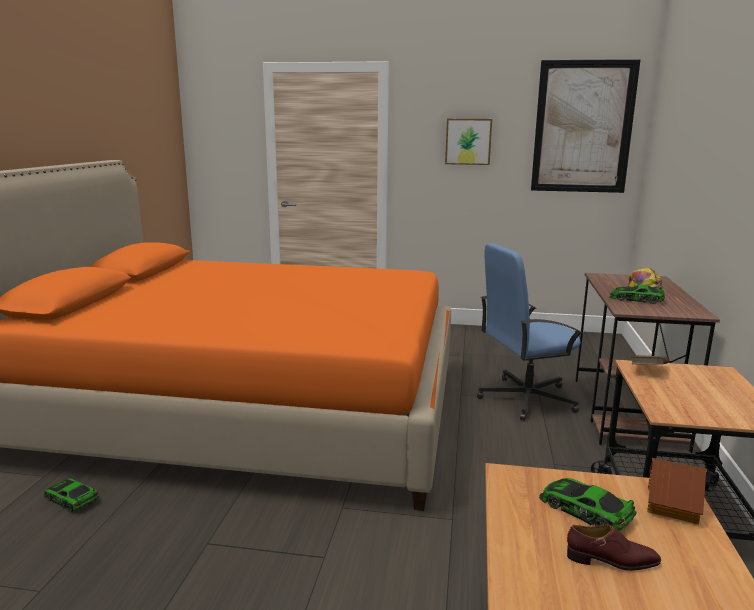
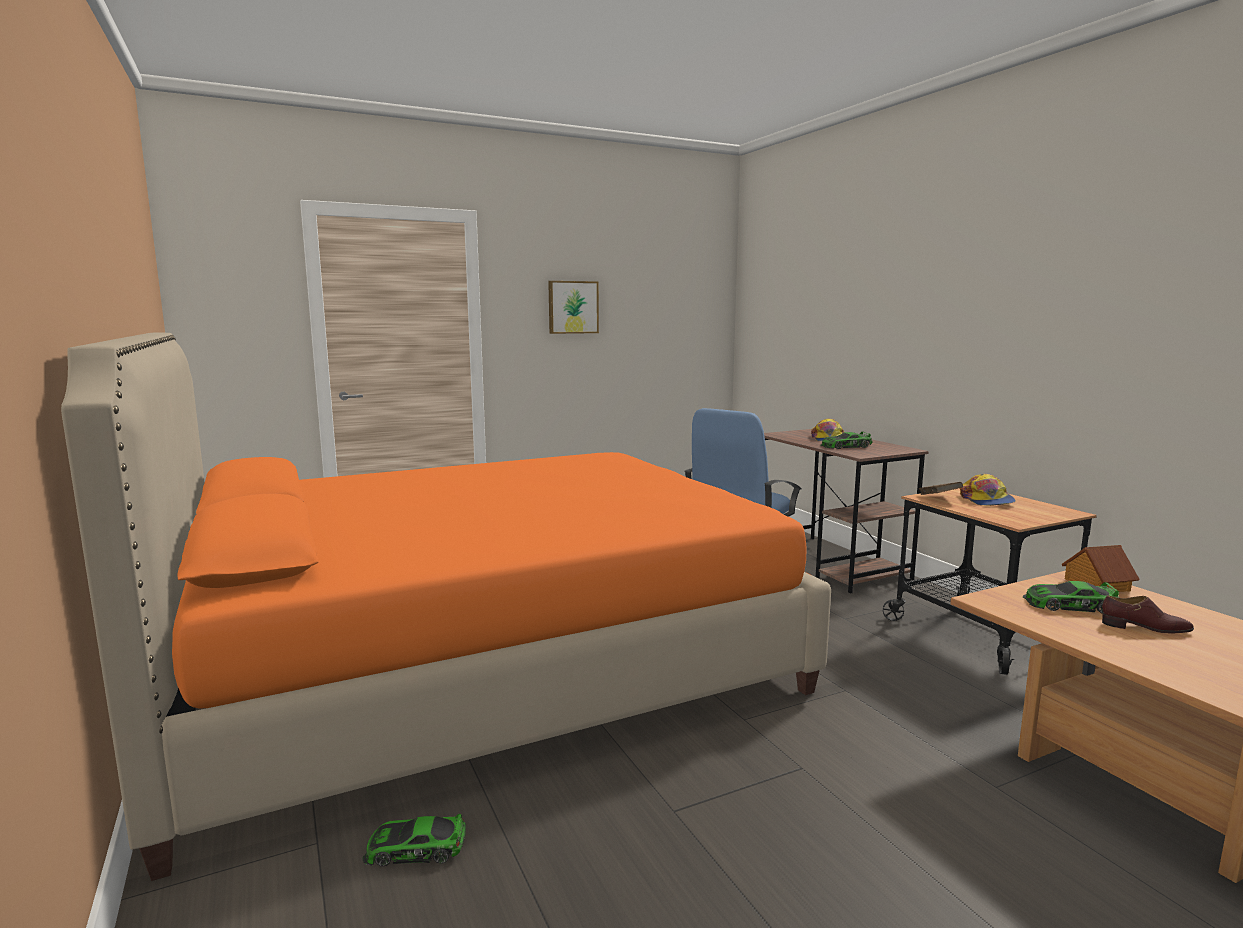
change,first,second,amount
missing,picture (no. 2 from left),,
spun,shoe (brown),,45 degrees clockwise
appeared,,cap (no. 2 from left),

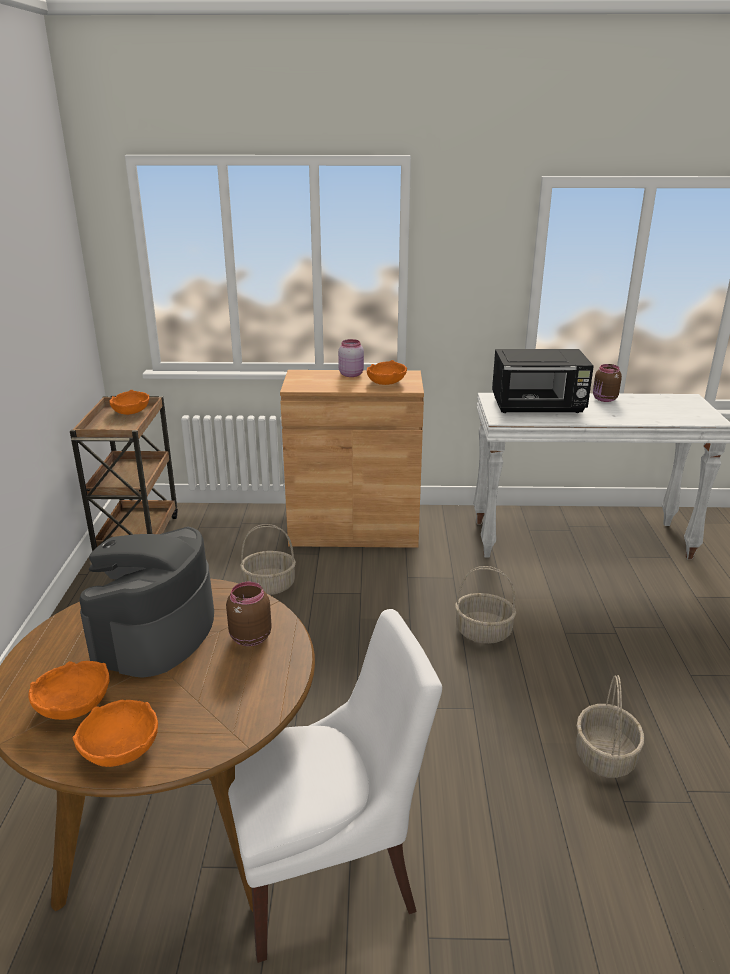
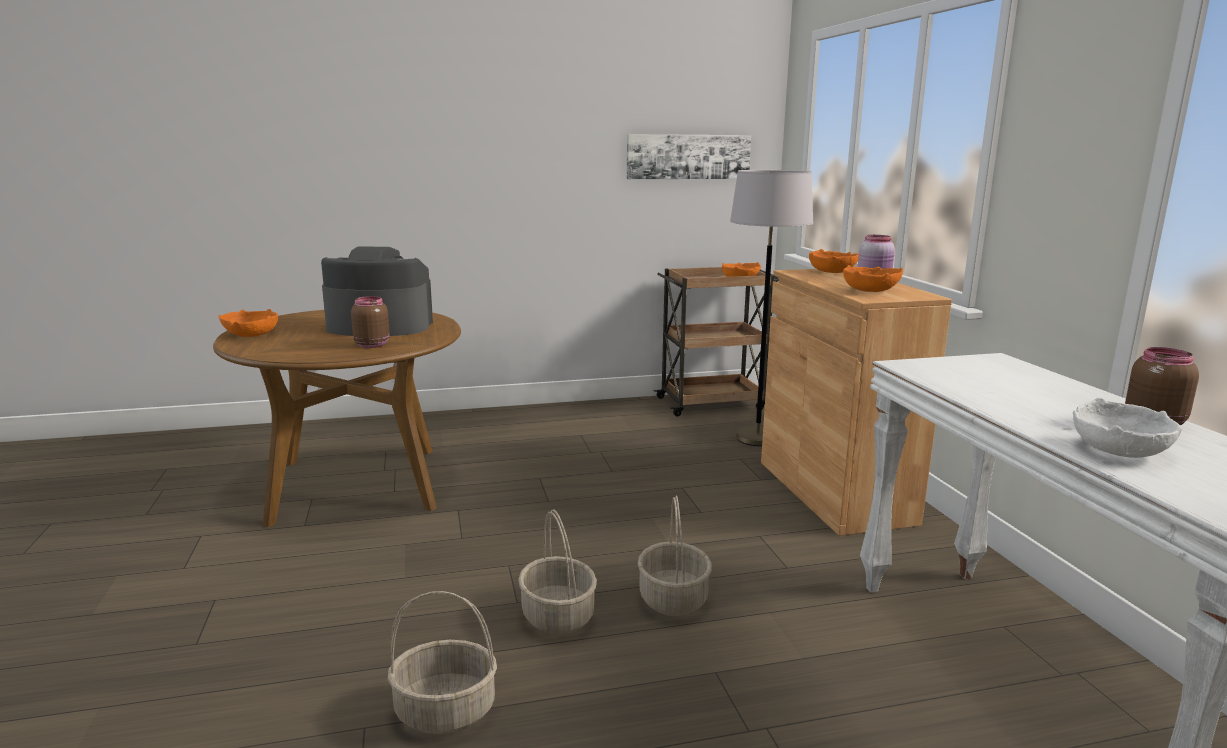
change,first,second,amount
missing,microwave (black),,
relocated,basket (no. 1 from left in the first image),basket (no. 2 from left),
missing,chair (white),,
relocated,bowl (orange) (no. 1 from left in the first image),bowl (orange) (no. 3 from left),
appeared,,picture,
appeared,,floor lamp (grey),
appeared,,bowl (white),

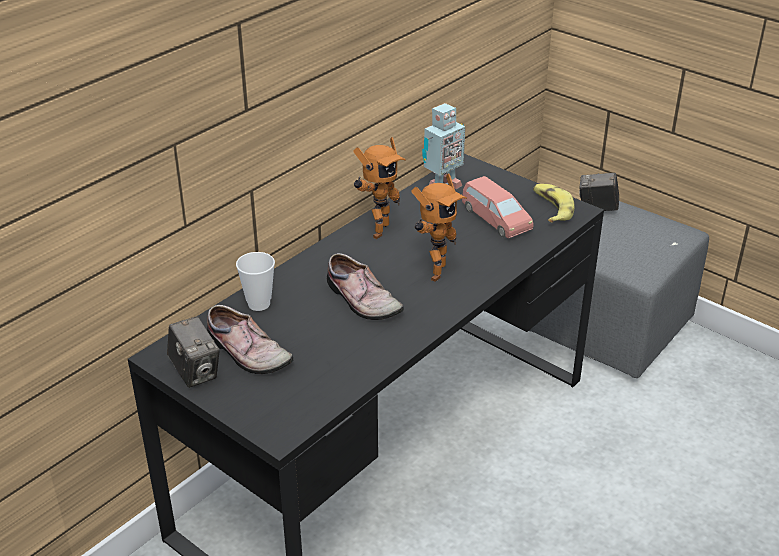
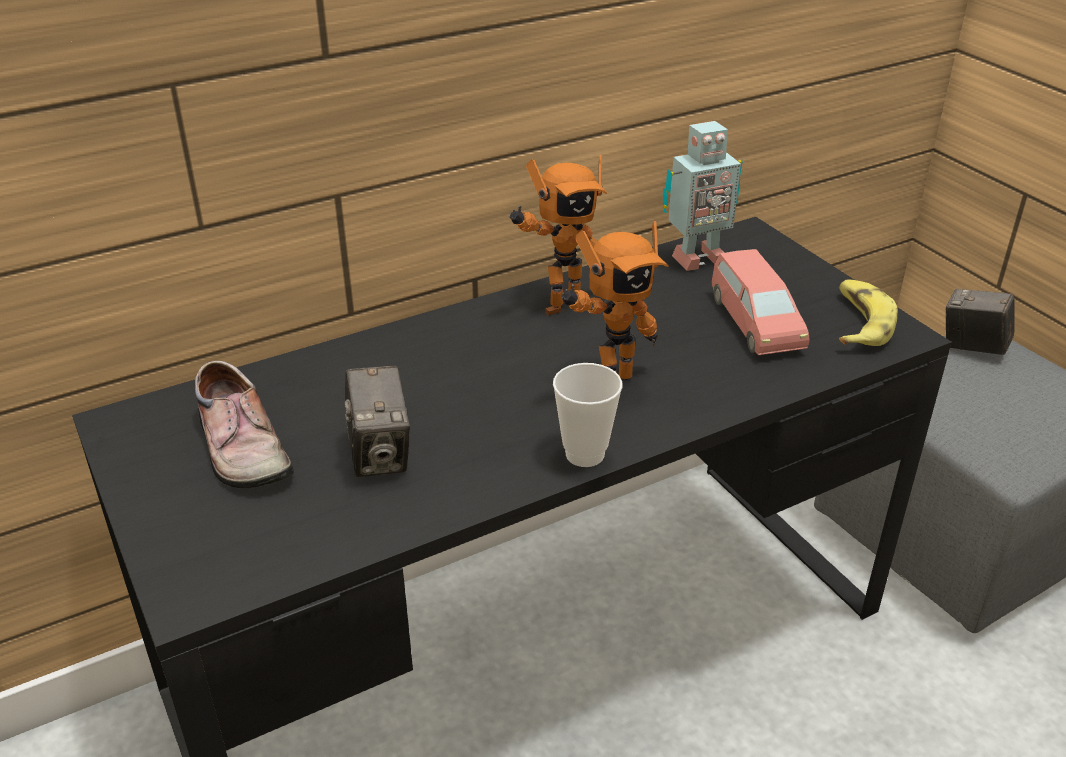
change,first,second,amount
relocated,cup,,
missing,shoe (no. 2 from left),,
relocated,photo camera (no. 1 from left),,

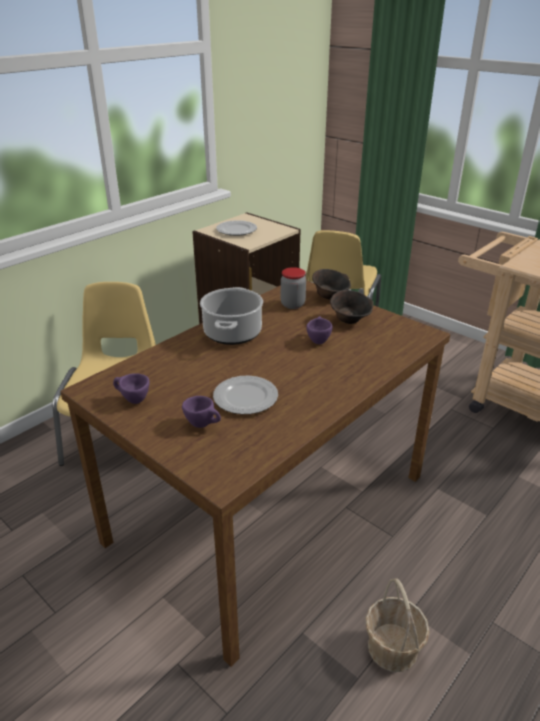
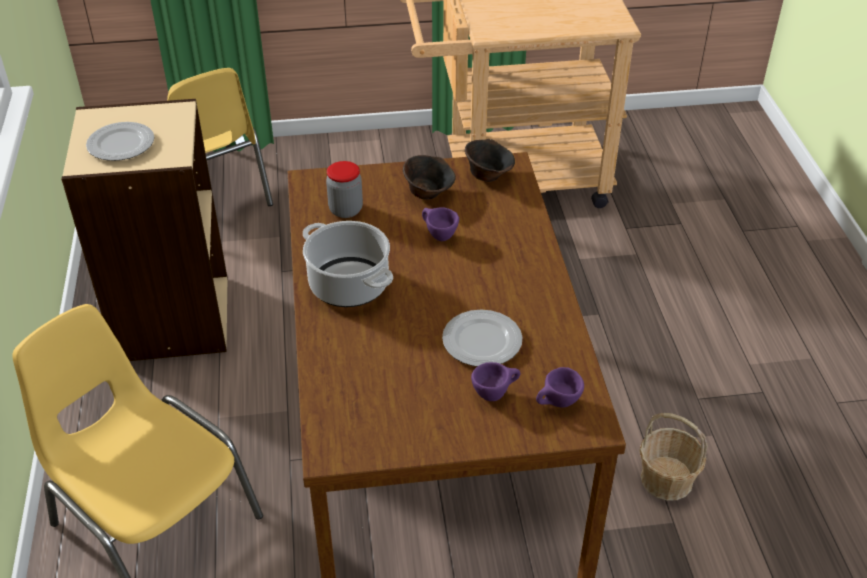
change,first,second,amount
relocated,bowl (brown) (no. 1 from left in the first image),bowl (brown) (no. 2 from left),
relocated,cup (purple) (no. 1 from left in the first image),cup (purple) (no. 3 from left),

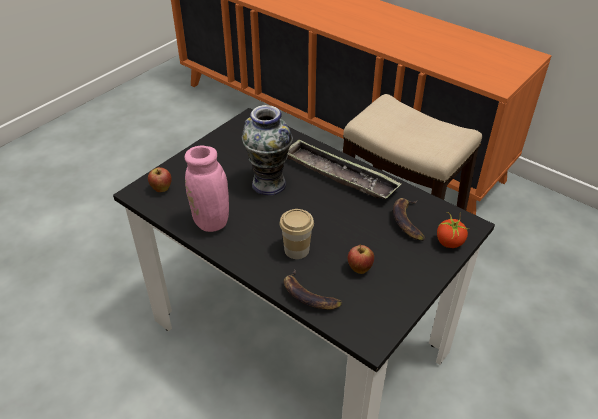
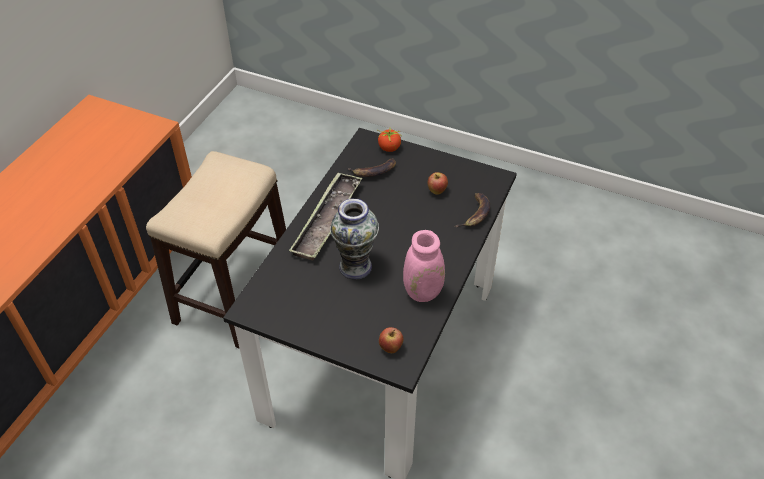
change,first,second,amount
missing,cup,,

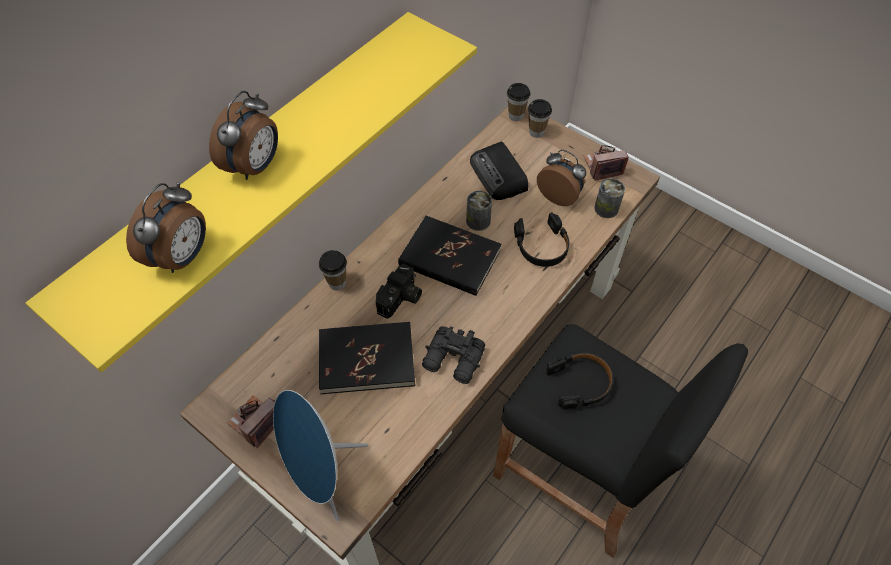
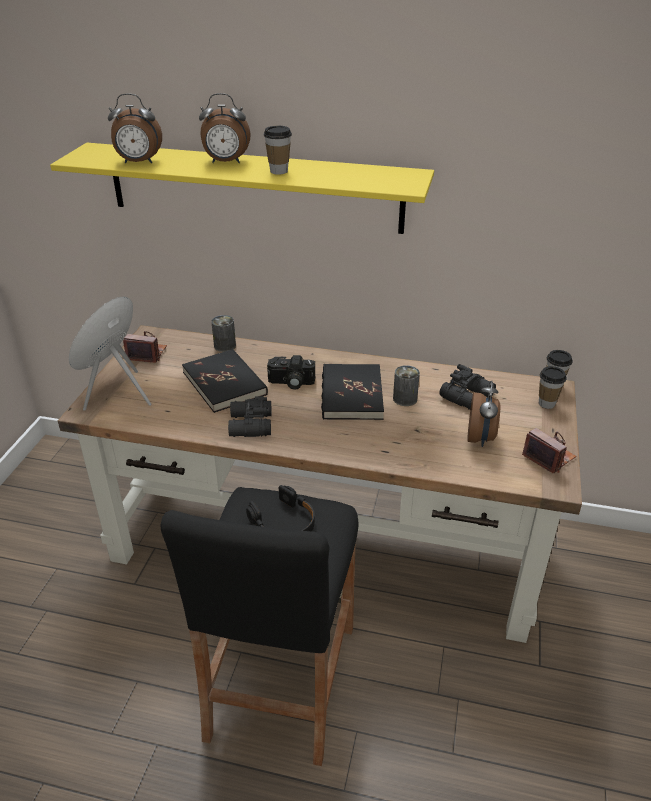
change,first,second,amount
exchanged,radio,binoculars (black) (no. 2 from left),
relocated,can (no. 2 from left in the first image),can (no. 1 from left),
missing,headphones (black) (no. 1 from left),,
relocated,cup (no. 1 from left),,

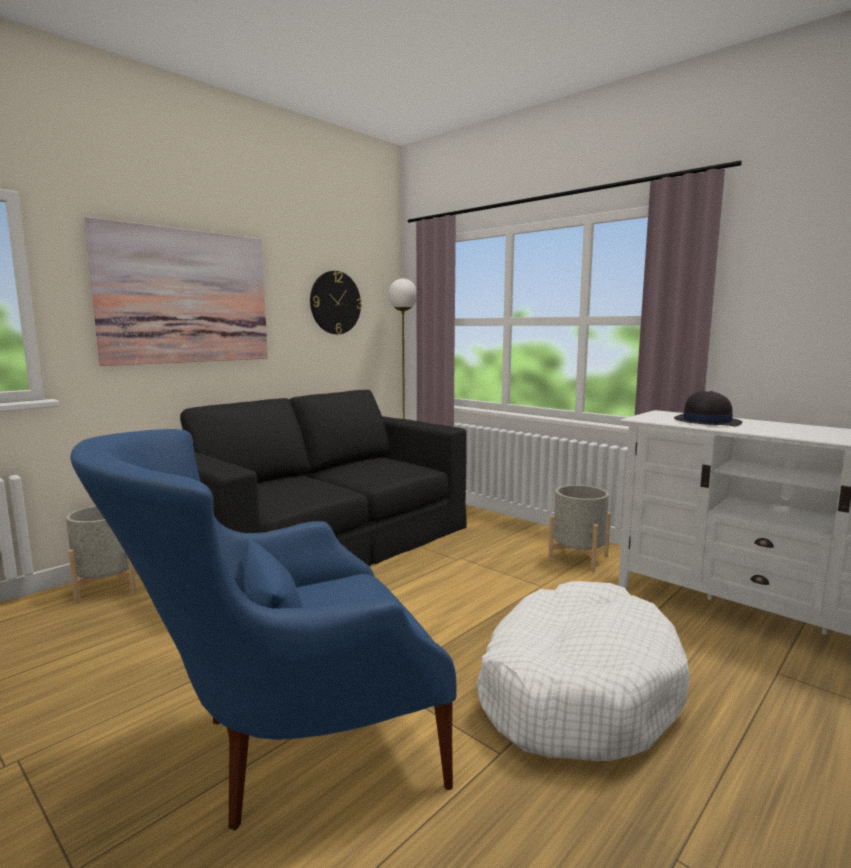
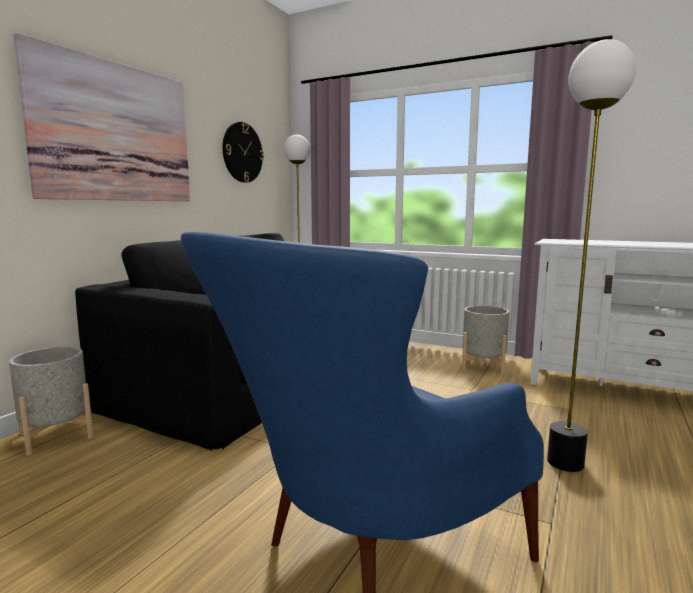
change,first,second,amount
missing,hat (black),,
exchanged,dog bed (white),floor lamp (no. 2 from left),

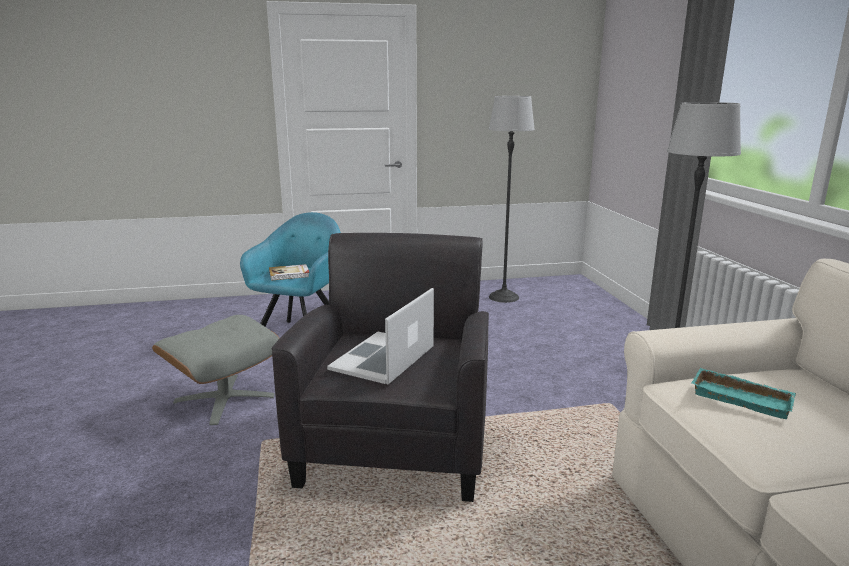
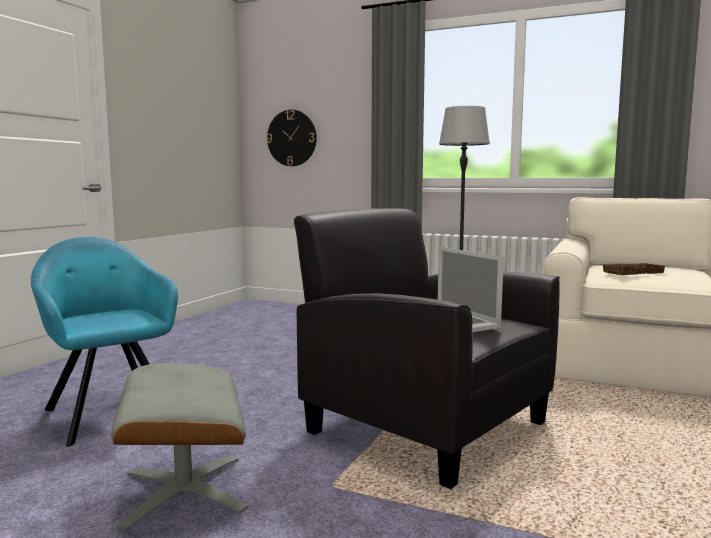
change,first,second,amount
missing,floor lamp (no. 1 from left),,
missing,book,,
colour,tray (turquoise),tray (brown),
appeared,,wall clock,

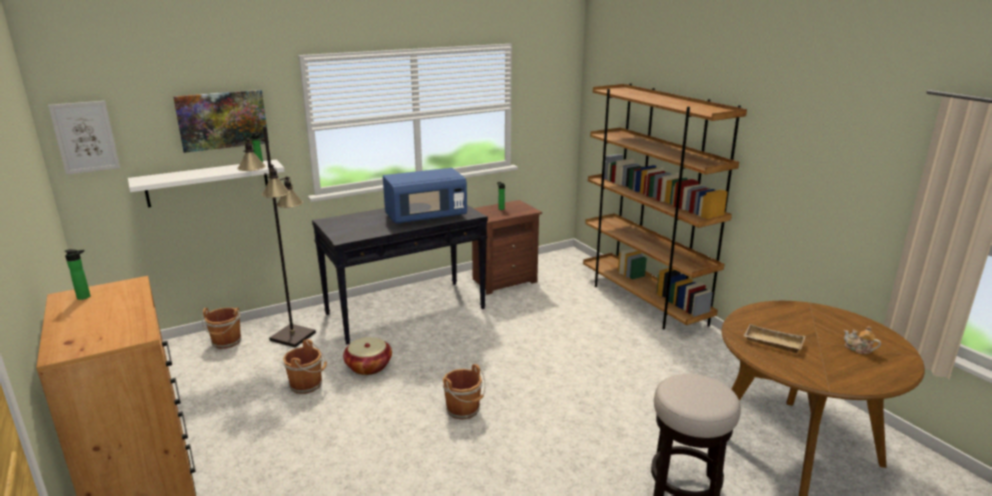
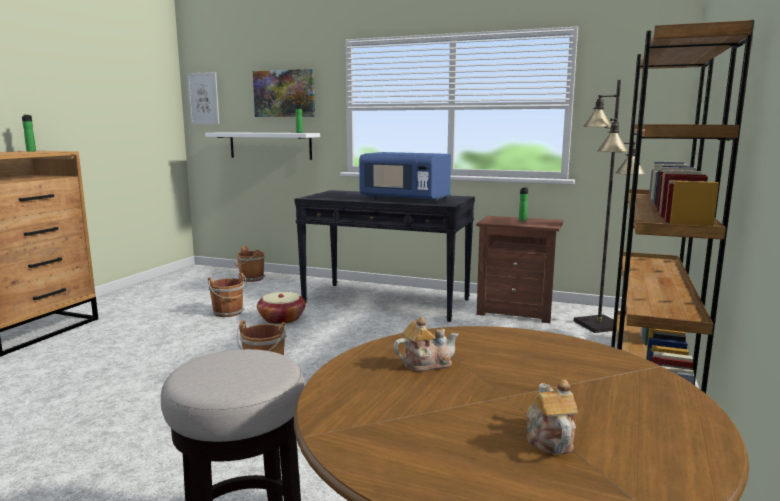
change,first,second,amount
relocated,floor lamp (black),,
exchanged,tray (beige),teapot (no. 1 from left),

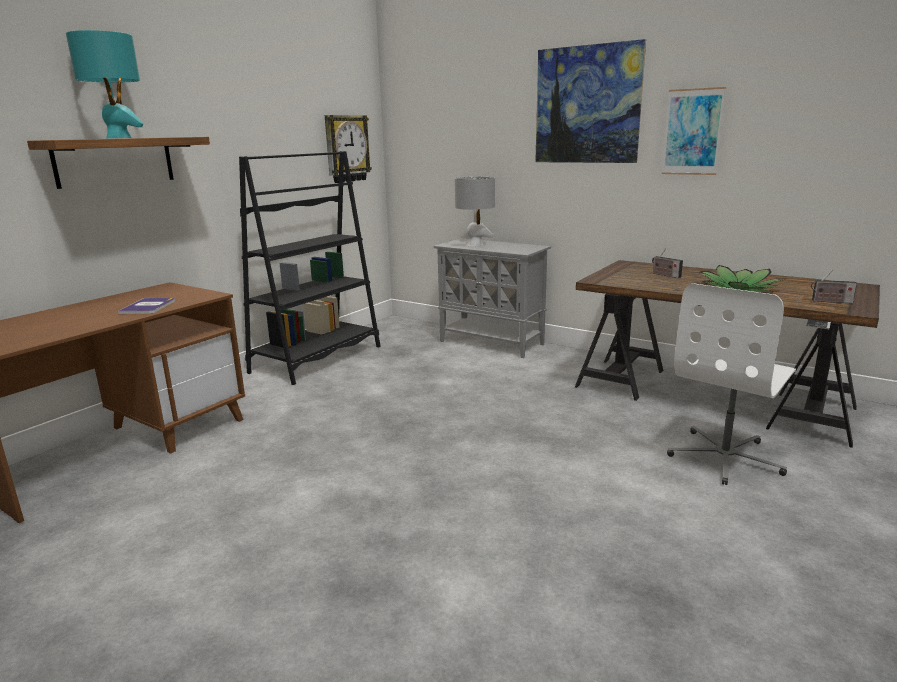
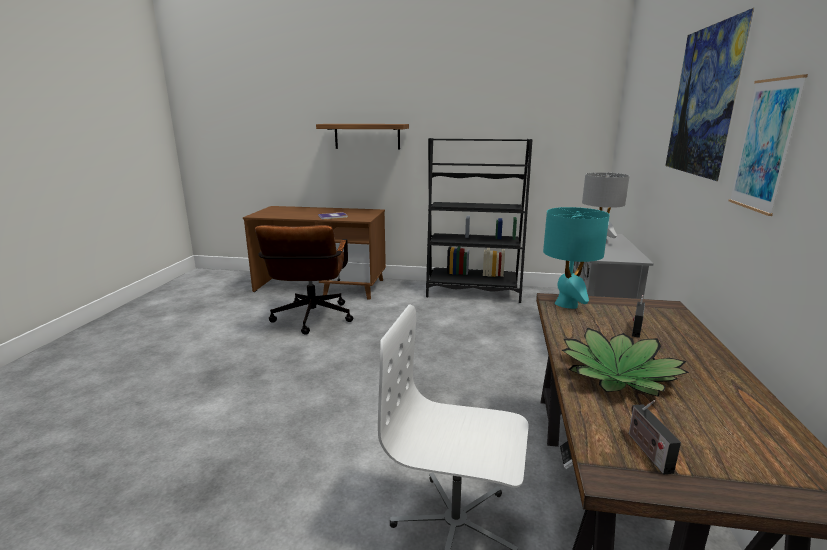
change,first,second,amount
relocated,table lamp (turquoise),,
missing,wall clock,,
appeared,,office chair (brown),

